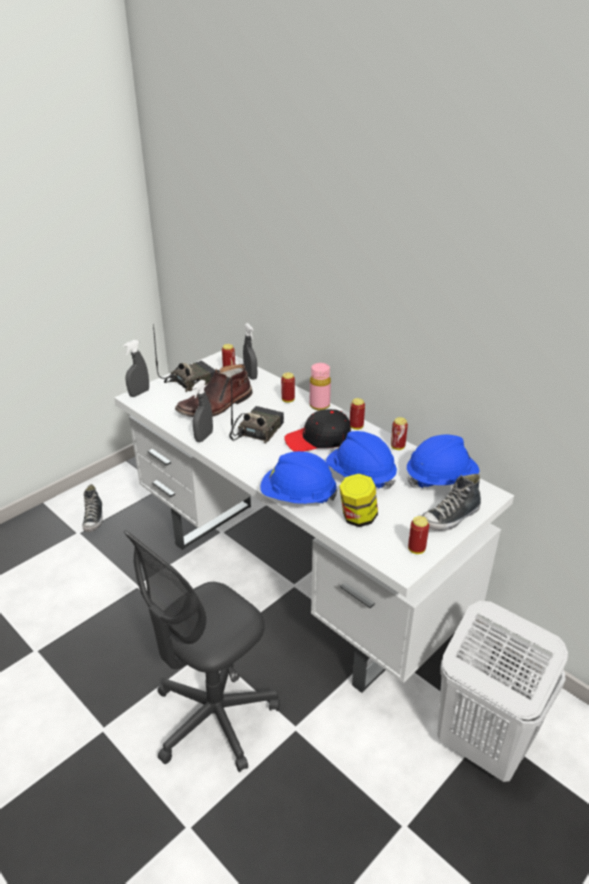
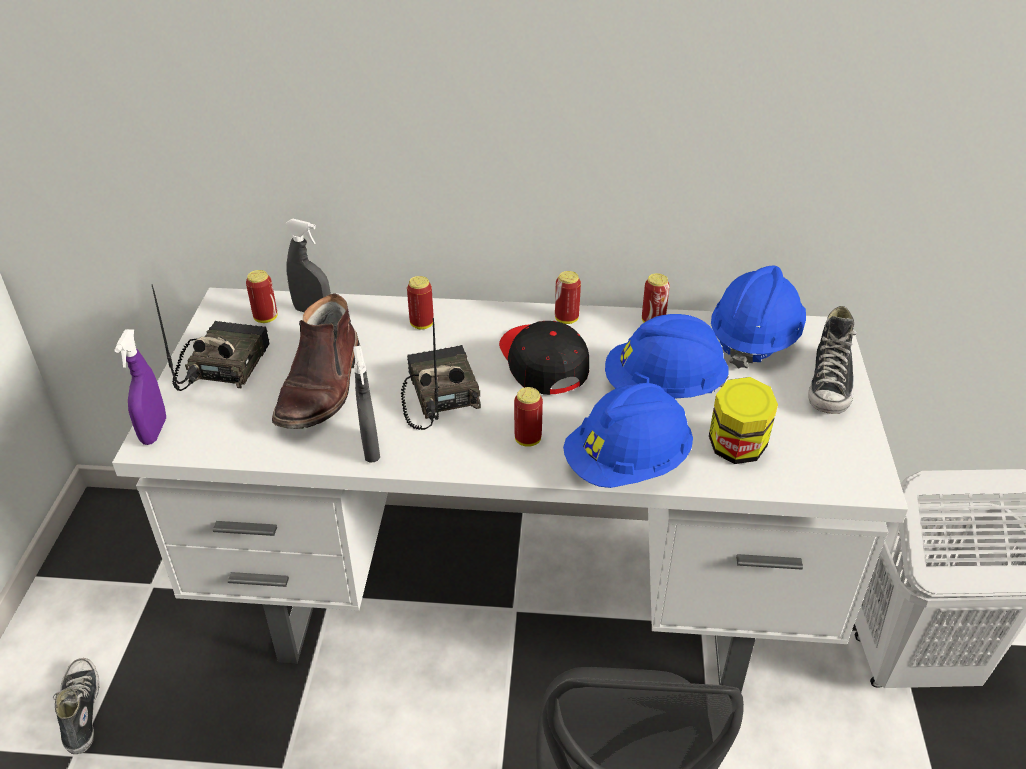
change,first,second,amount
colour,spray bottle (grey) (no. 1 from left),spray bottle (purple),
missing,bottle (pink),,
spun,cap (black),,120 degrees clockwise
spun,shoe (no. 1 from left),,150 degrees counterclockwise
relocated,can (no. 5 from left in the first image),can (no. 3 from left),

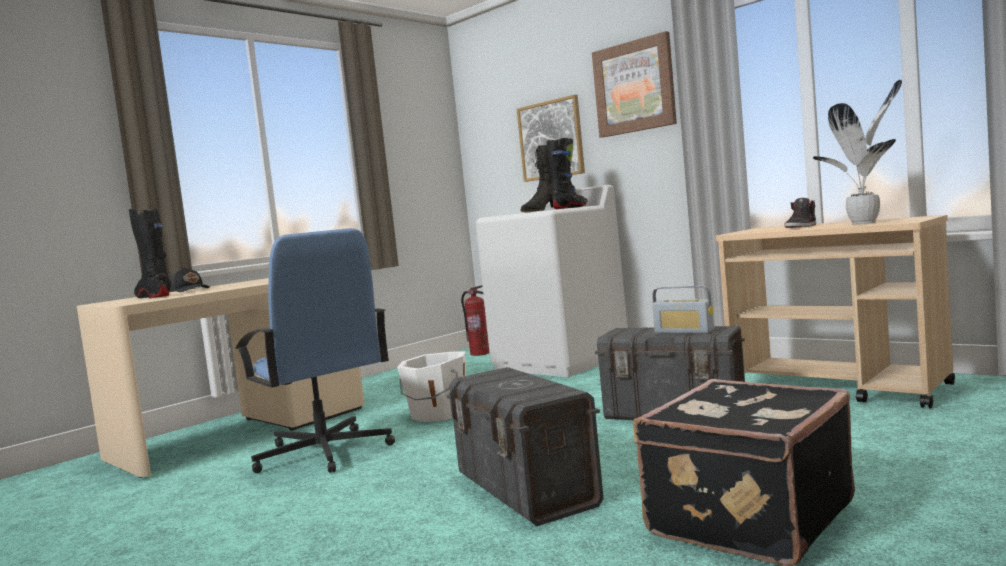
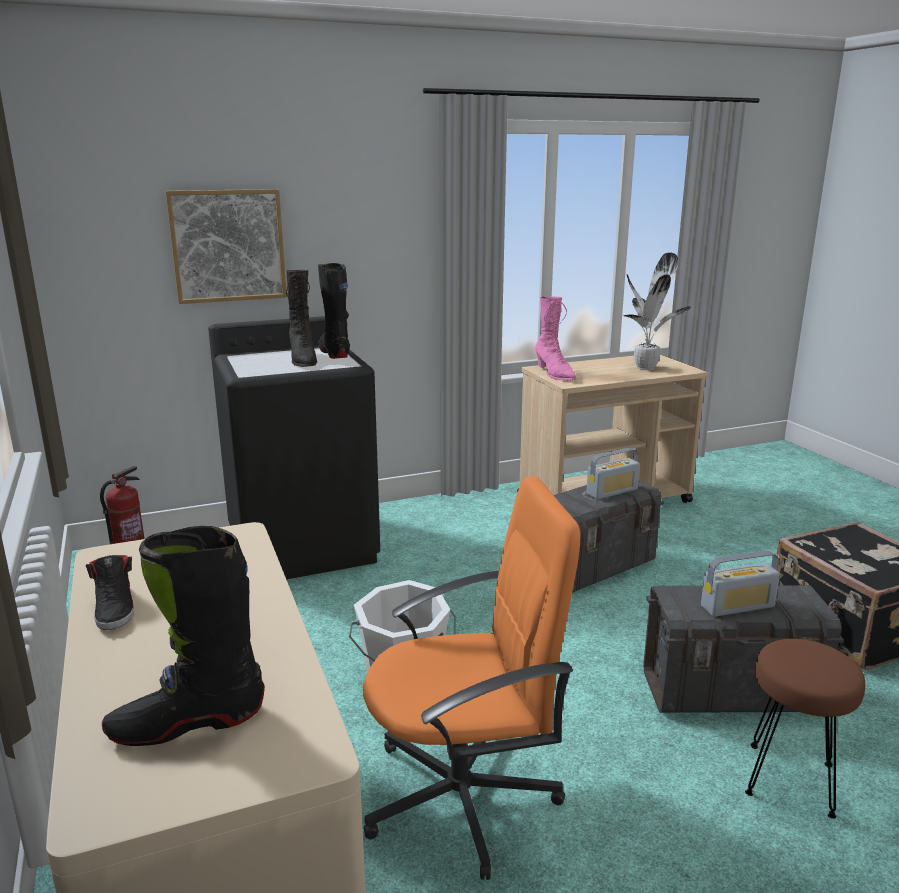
change,first,second,amount
missing,picture (no. 2 from left),,
colour,washing machine (white),washing machine (black),
relocated,shoe (black),,
colour,office chair (blue),office chair (orange),
missing,cap (black),,
appeared,,boot (pink),
appeared,,radio (no. 2 from left),
appeared,,stool (brown),

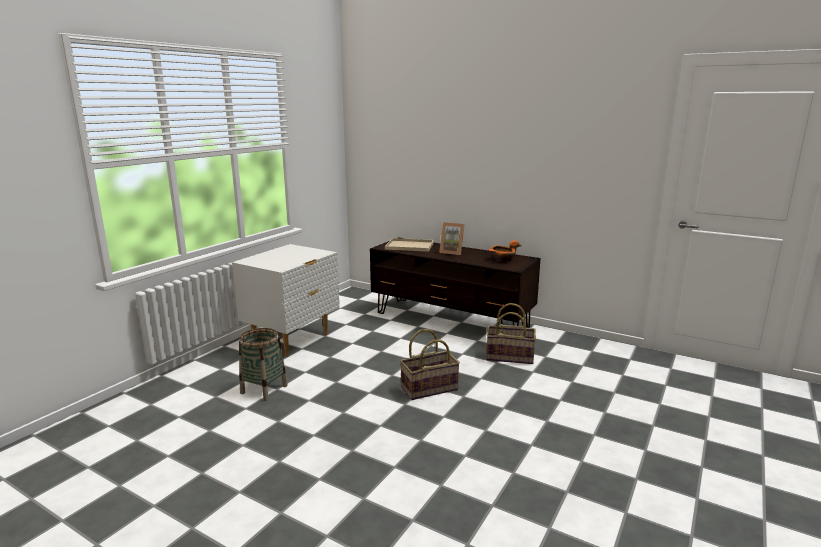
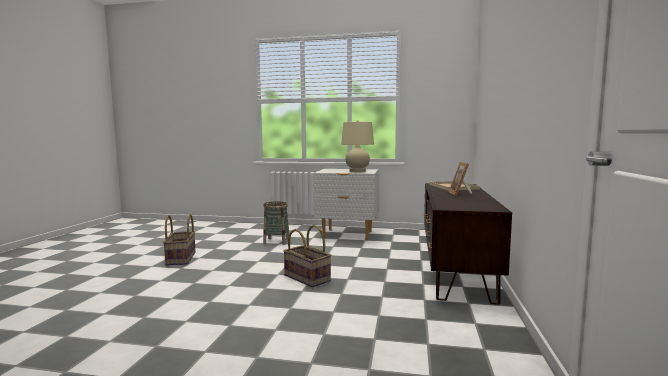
change,first,second,amount
missing,bowl (orange),,
relocated,basket (no. 3 from left in the first image),basket (no. 1 from left),
appeared,,table lamp (beige),

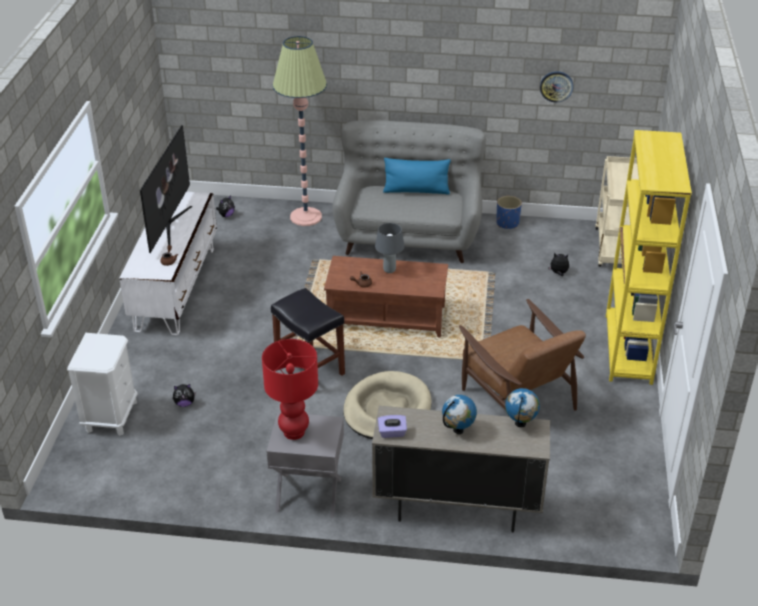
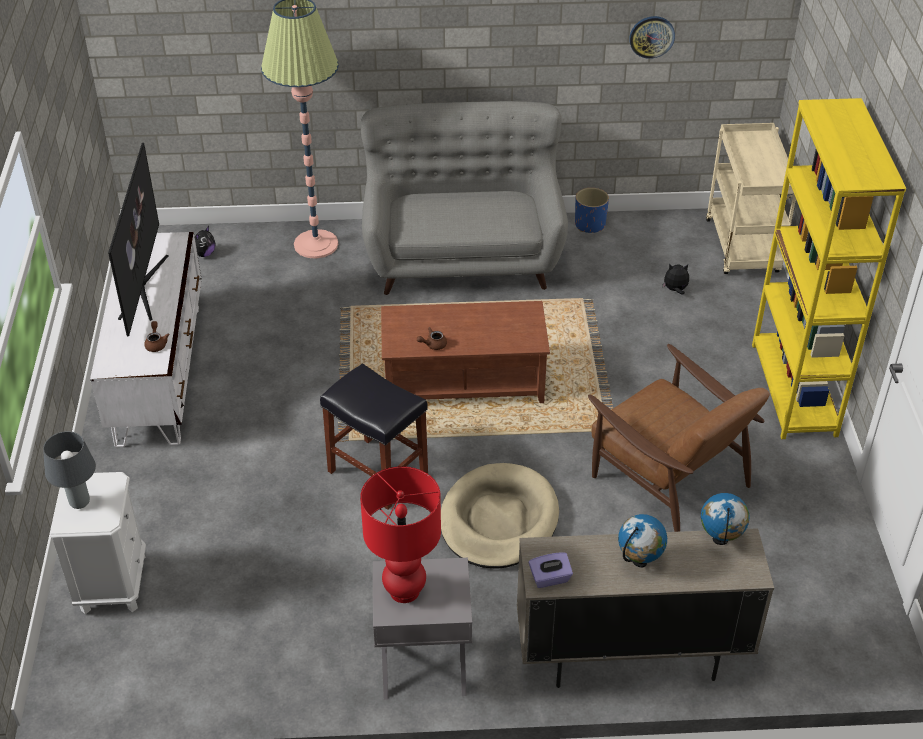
change,first,second,amount
missing,pillow (blue),,
relocated,table lamp (grey),,
missing,plush toy (no. 1 from left),,

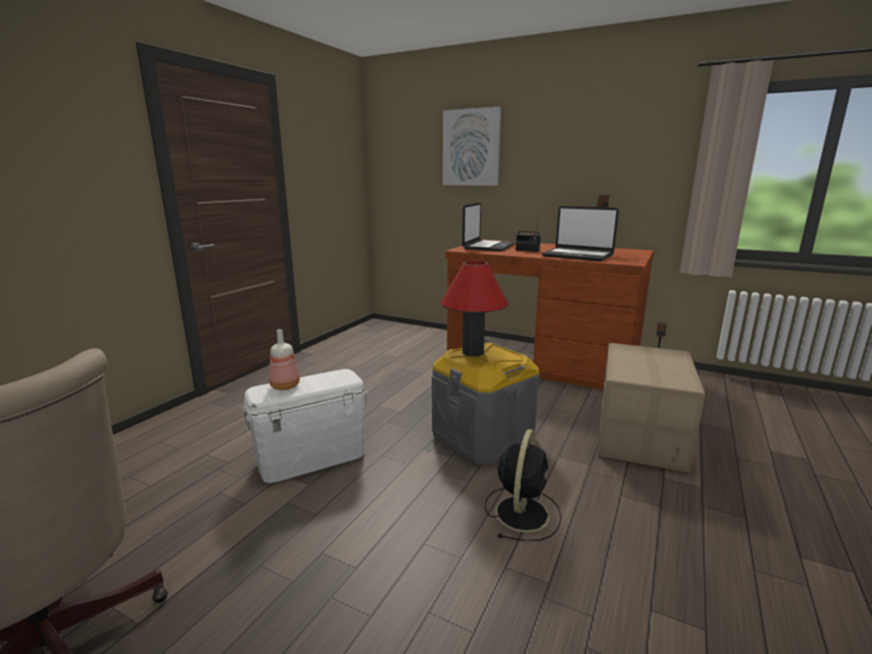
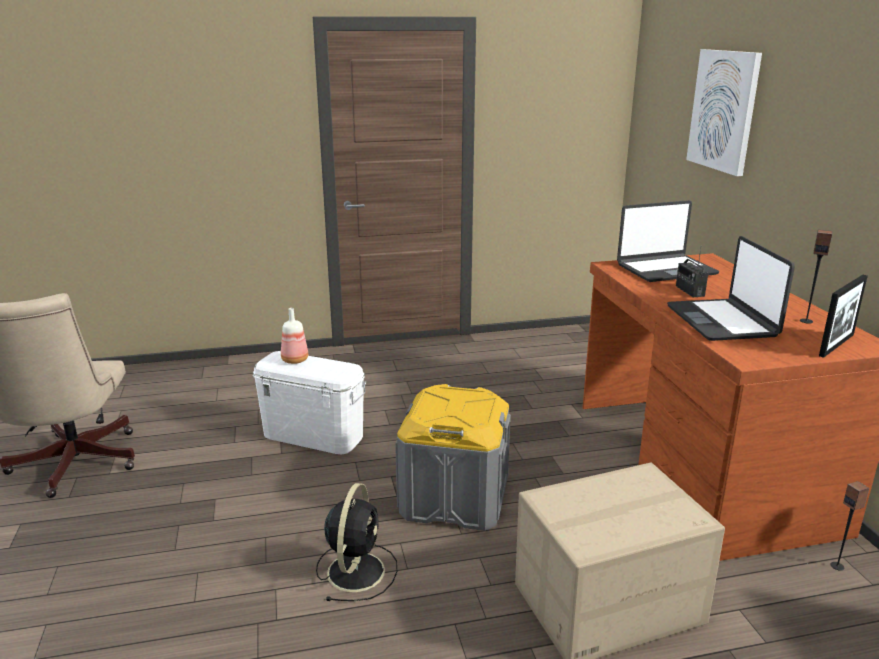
change,first,second,amount
missing,table lamp (red),,
spun,fan (black),,60 degrees counterclockwise
appeared,,picture frame,

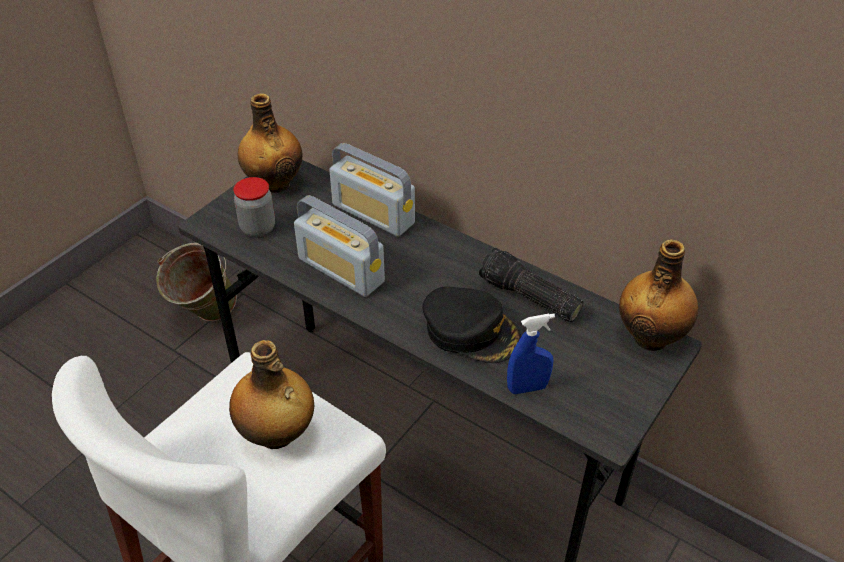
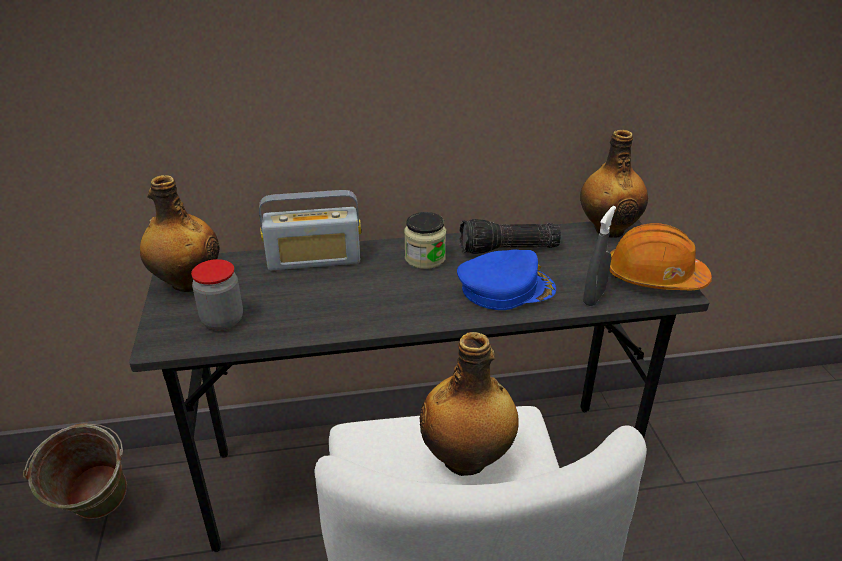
change,first,second,amount
missing,radio (no. 1 from left),,
colour,cap (black),cap (blue),
colour,spray bottle (blue),spray bottle (grey),
appeared,,jar (no. 2 from left),
appeared,,hard hat (orange),

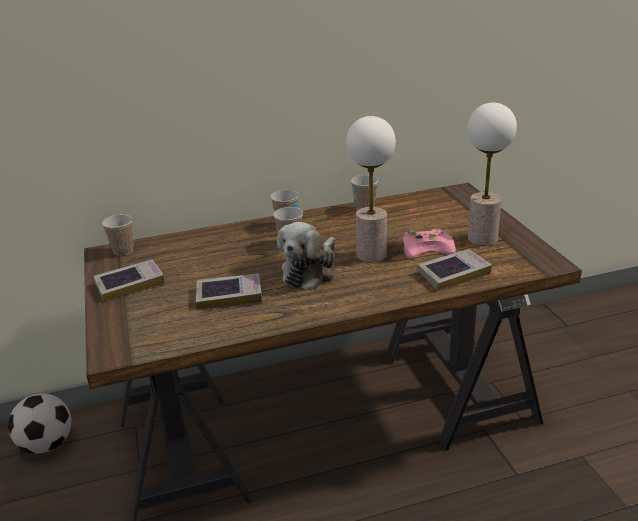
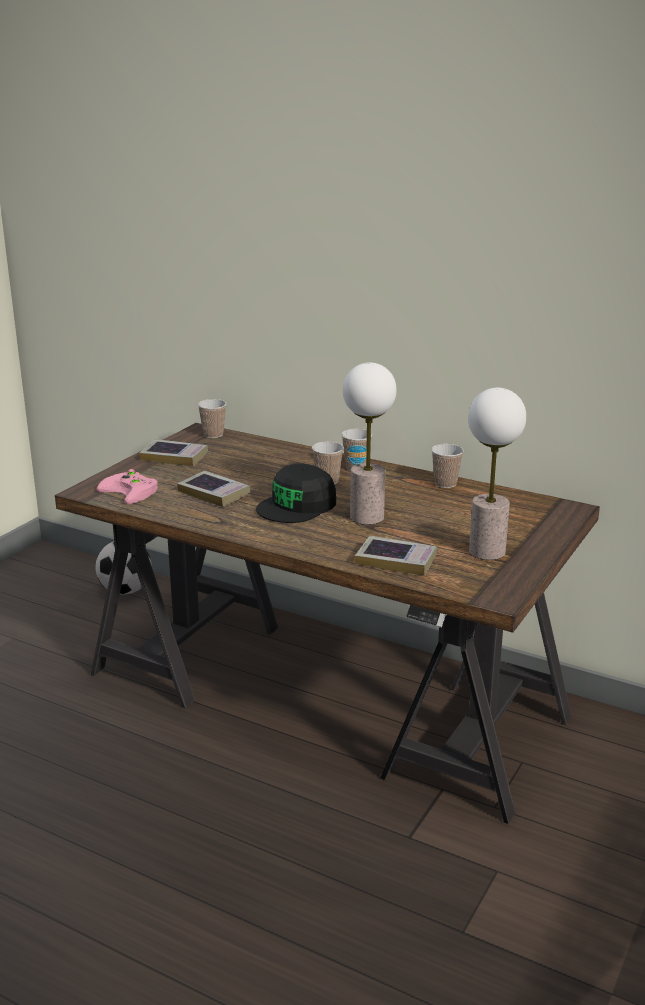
change,first,second,amount
exchanged,plush toy,cap (black),
relocated,game controller (pink),,

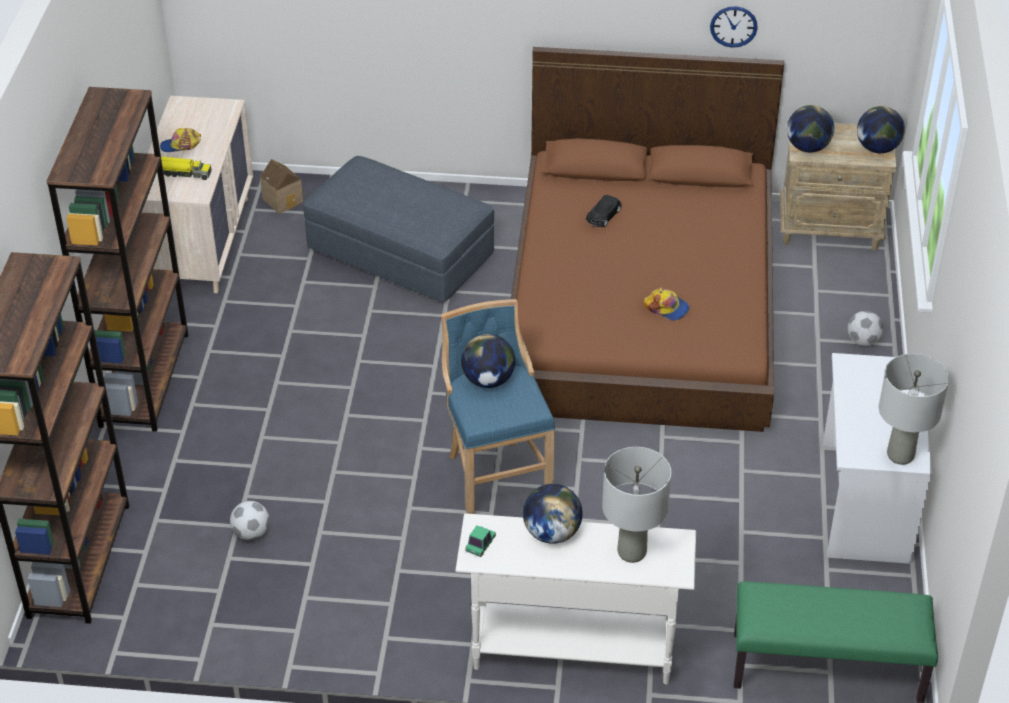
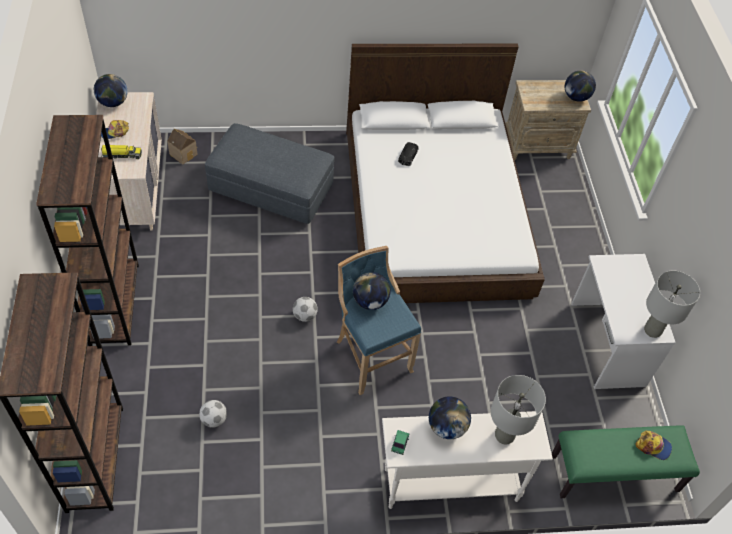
change,first,second,amount
missing,wall clock,,
colour,bed (brown),bed (white),
relocated,globe (no. 3 from left in the first image),globe (no. 1 from left),
relocated,cap (no. 2 from left),,
relocated,football (no. 2 from left),,

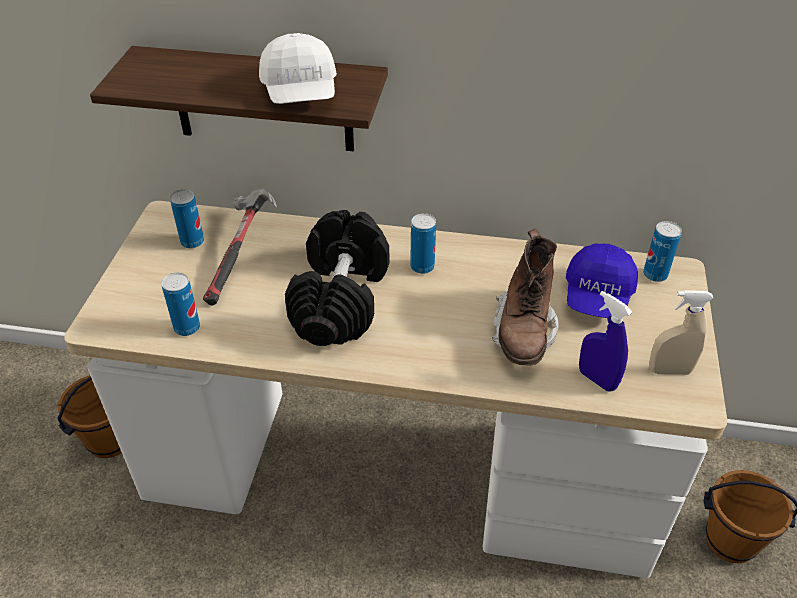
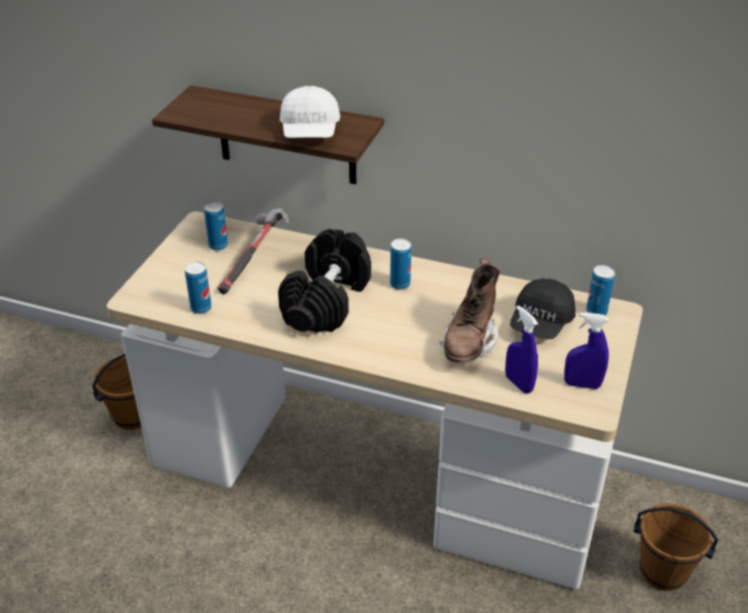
change,first,second,amount
colour,cap (blue),cap (black),
colour,spray bottle (beige),spray bottle (blue) (no. 2 from left),

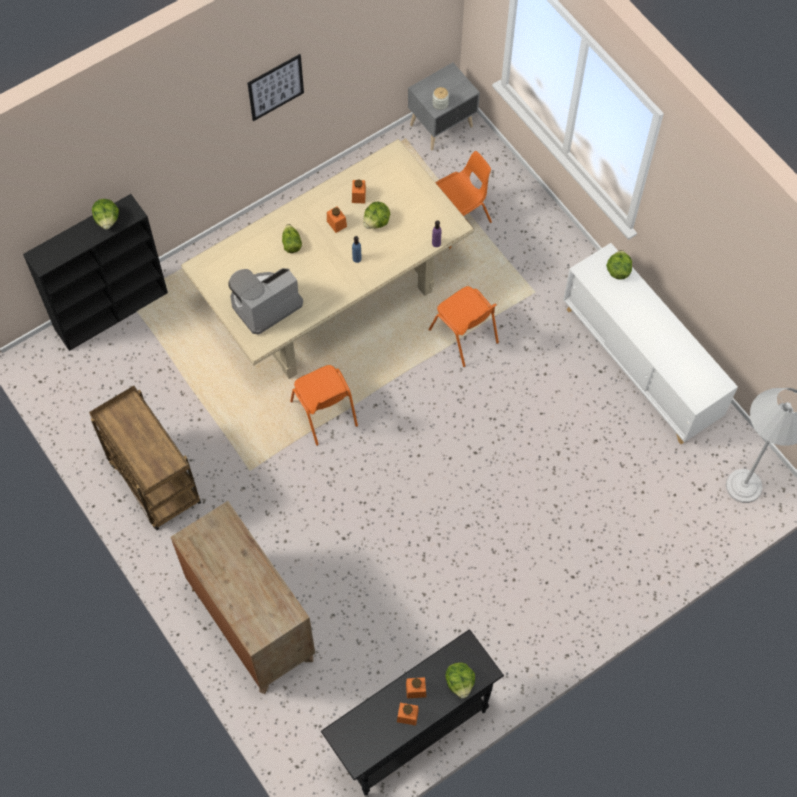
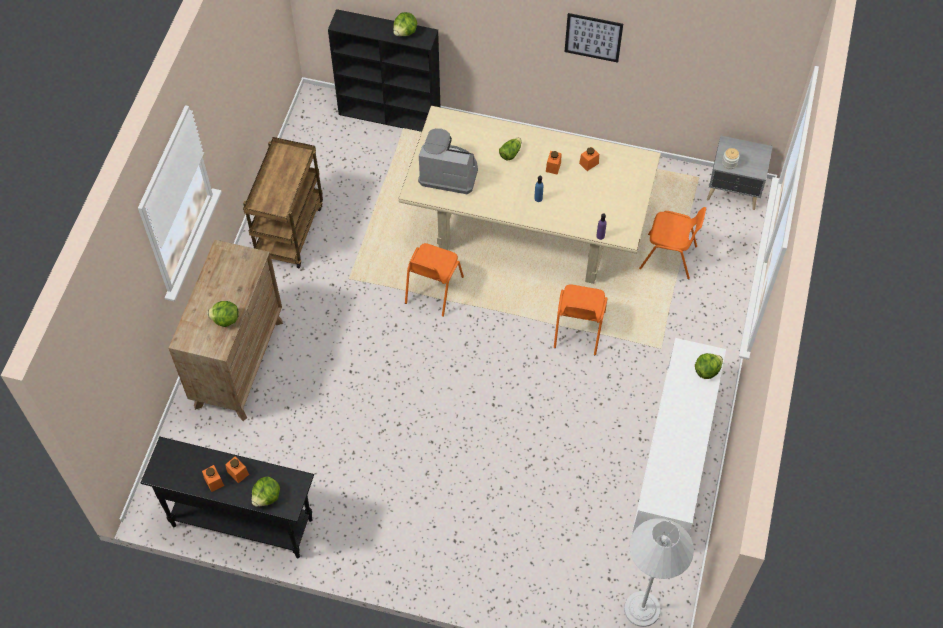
change,first,second,amount
relocated,lettuce (no. 3 from left in the first image),lettuce (no. 1 from left),

